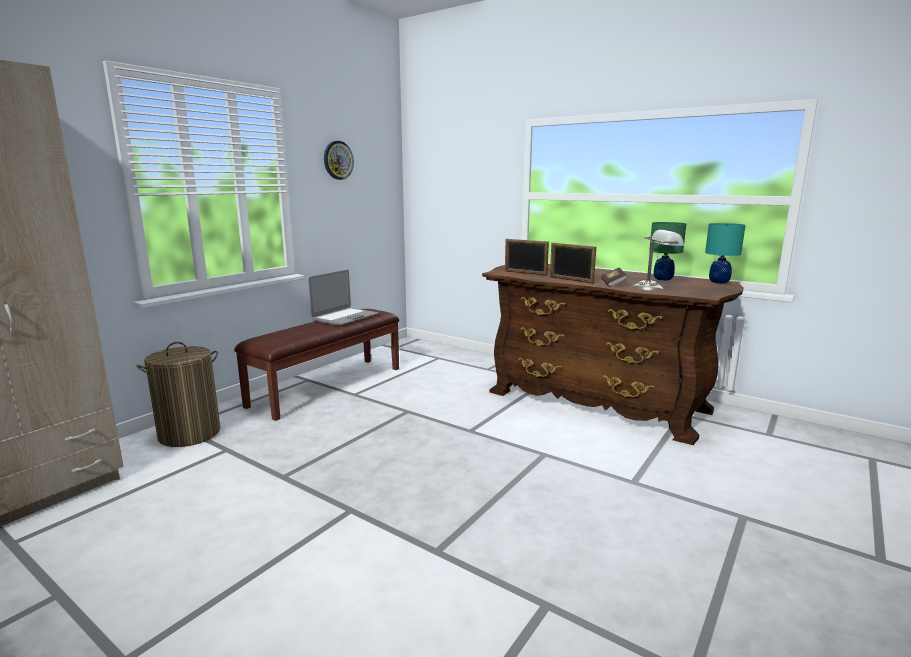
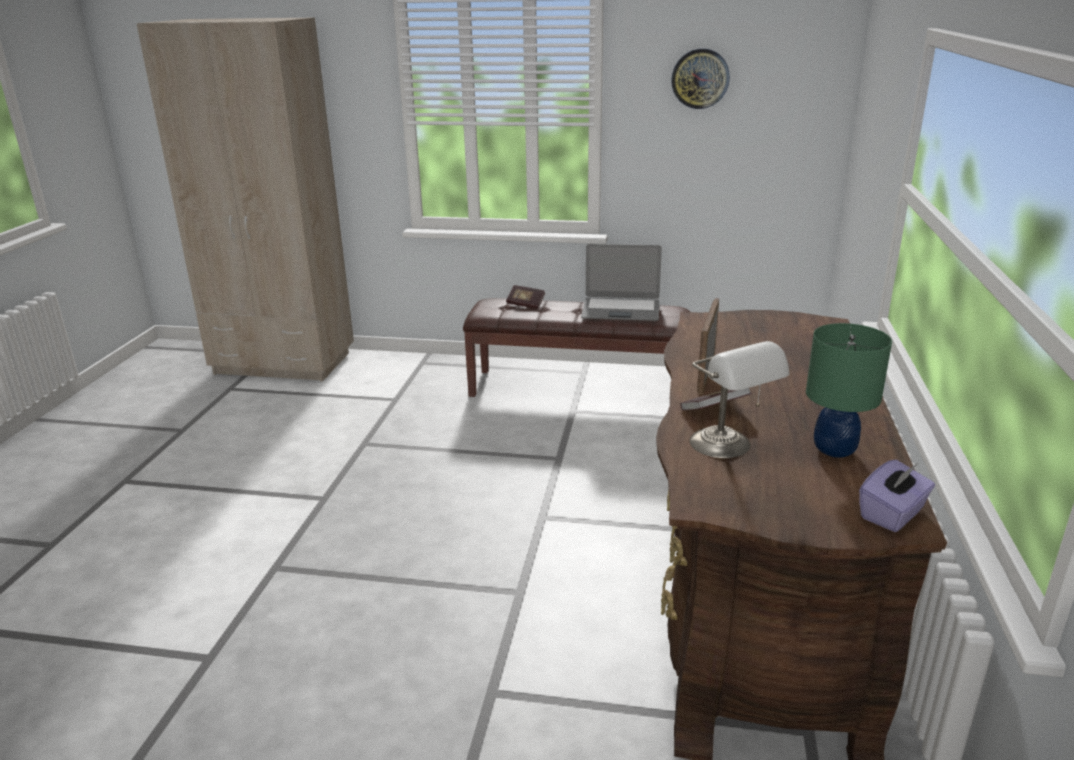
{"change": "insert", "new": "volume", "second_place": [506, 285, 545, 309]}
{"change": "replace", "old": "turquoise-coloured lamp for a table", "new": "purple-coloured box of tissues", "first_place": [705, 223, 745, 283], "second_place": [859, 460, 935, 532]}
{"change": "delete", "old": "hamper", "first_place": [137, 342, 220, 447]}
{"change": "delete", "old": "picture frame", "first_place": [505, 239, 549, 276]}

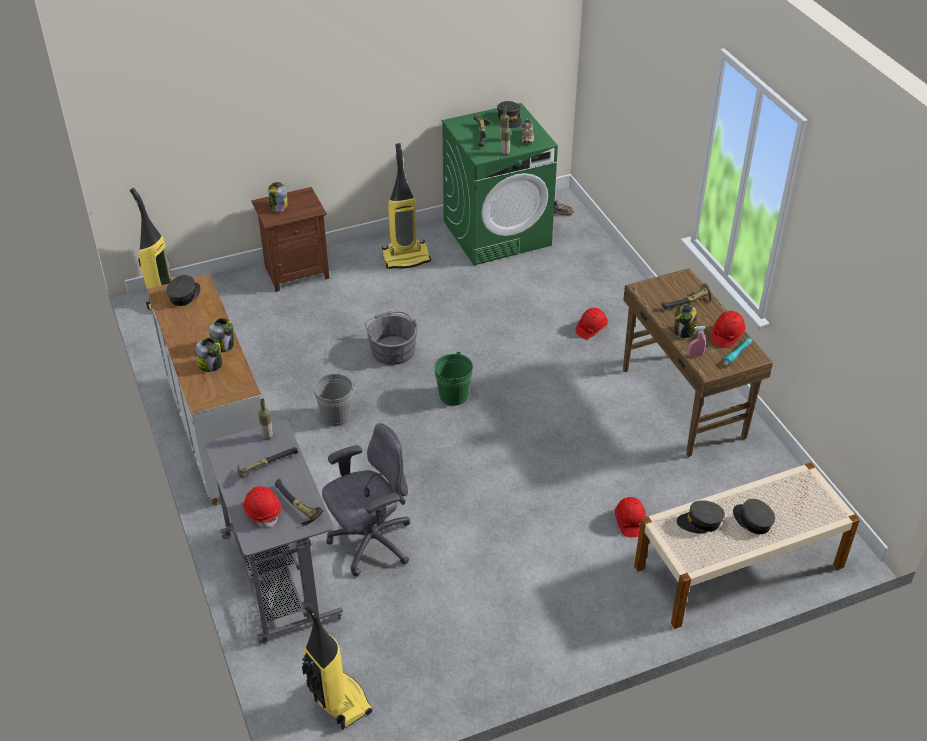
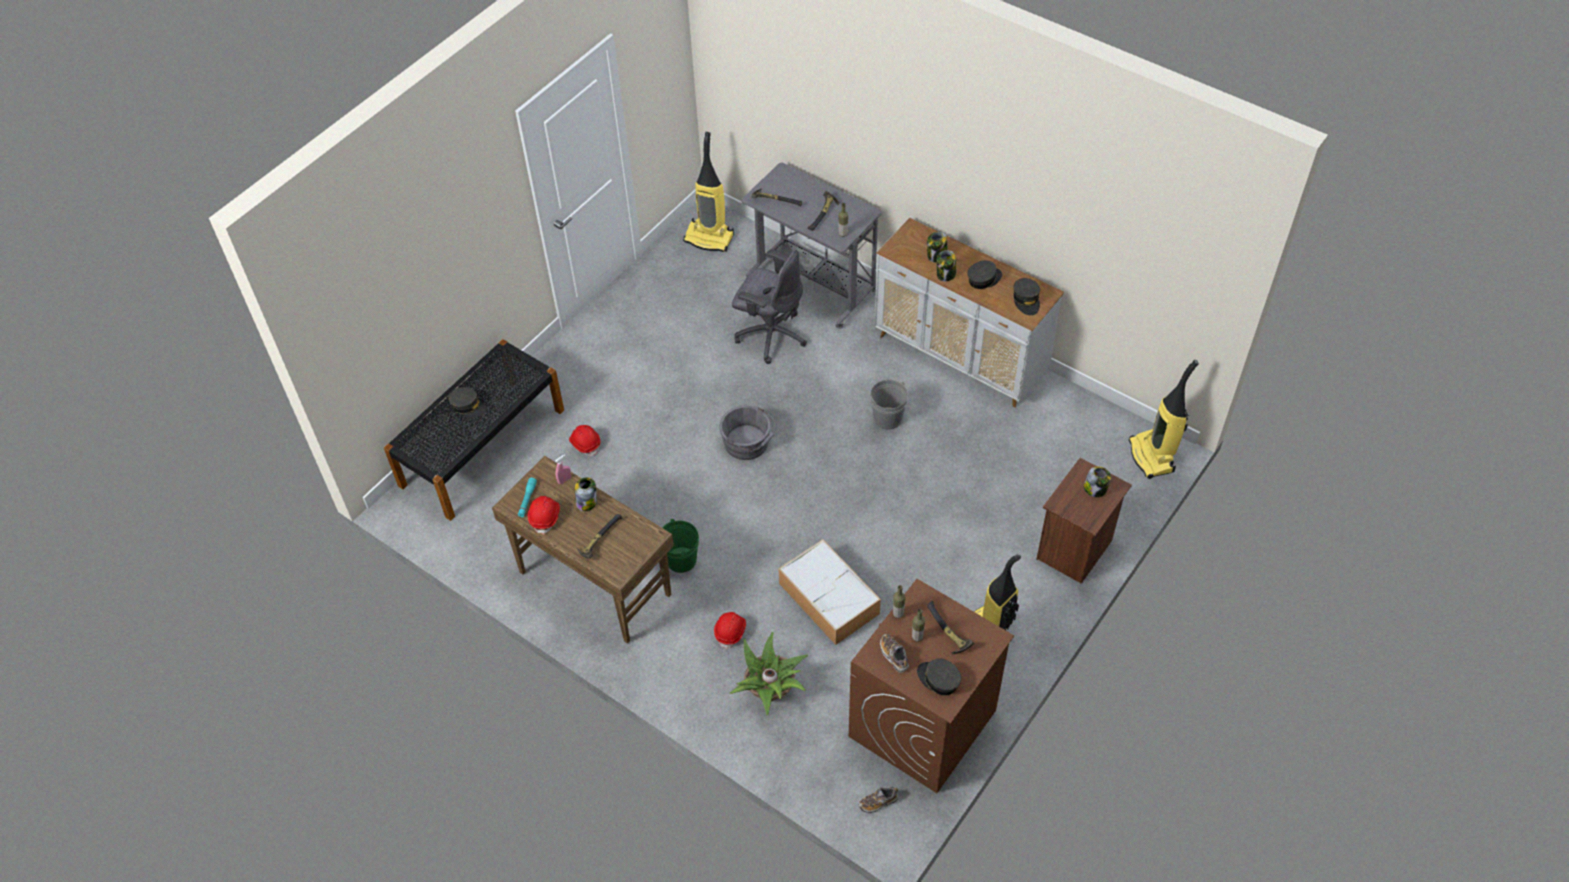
{"change": "recolor", "old": "sand-coloured indoor bench", "new": "blackish indoor bench", "first_place": [634, 462, 860, 629], "second_place": [384, 339, 564, 521]}
{"change": "move", "old": "green bucket", "first_place": [434, 352, 473, 406], "second_place": [662, 519, 699, 573]}
{"change": "move", "old": "gray bucket", "first_place": [365, 311, 417, 365], "second_place": [719, 405, 777, 460]}
{"change": "insert", "new": "plant in a pot", "second_place": [729, 632, 808, 715]}
{"change": "rotate", "old": "gray computer chair", "first_place": [322, 423, 410, 577], "second_place": [732, 249, 807, 364], "degrees": -90}
{"change": "insert", "new": "storage bin", "second_place": [779, 539, 881, 645]}
{"change": "recolor", "old": "green laundry machine", "new": "brown-coloured laundry machine", "first_place": [441, 103, 558, 265], "second_place": [849, 579, 1014, 793]}
{"change": "move", "old": "gray cap", "first_place": [677, 500, 725, 533], "second_place": [967, 260, 1002, 289]}
{"change": "delete", "old": "red safety helmet", "first_place": [243, 486, 281, 527]}

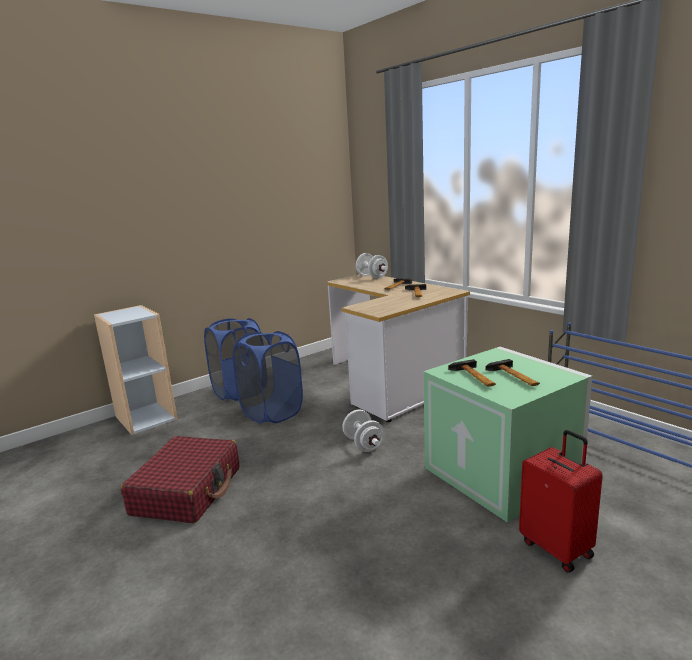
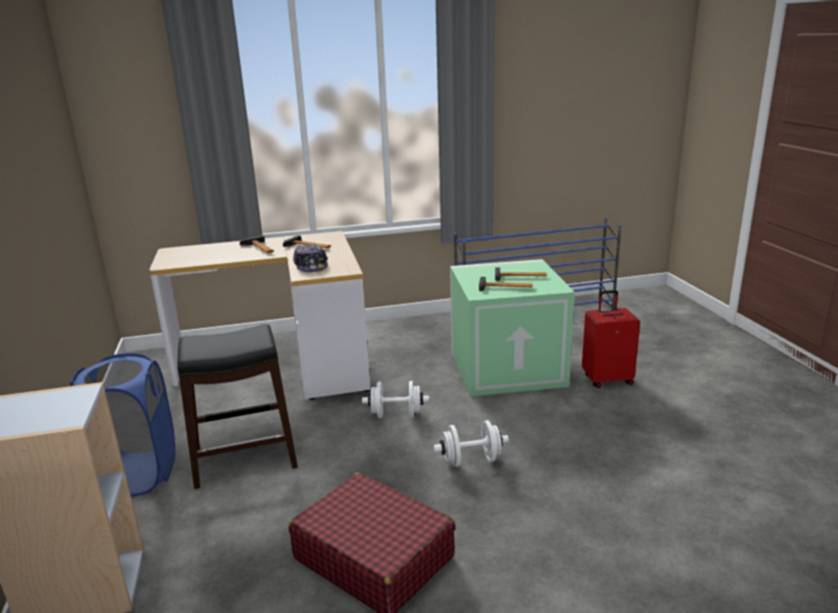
{"change": "replace", "old": "bluish hamper", "new": "blackish stool seat", "first_place": [233, 331, 303, 424], "second_place": [177, 324, 298, 489]}
{"change": "insert", "new": "cap", "second_place": [293, 244, 328, 272]}
{"change": "move", "old": "white-coloured dumbbell", "first_place": [356, 253, 388, 279], "second_place": [434, 420, 509, 467]}

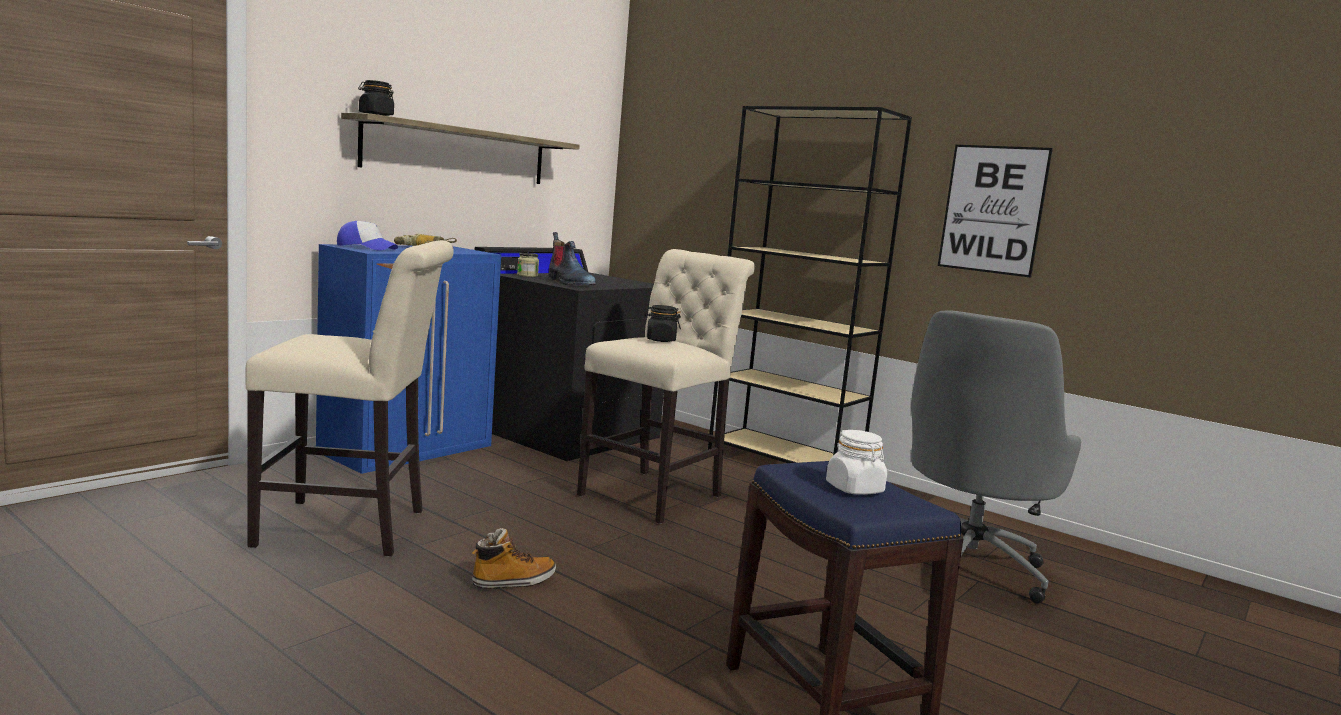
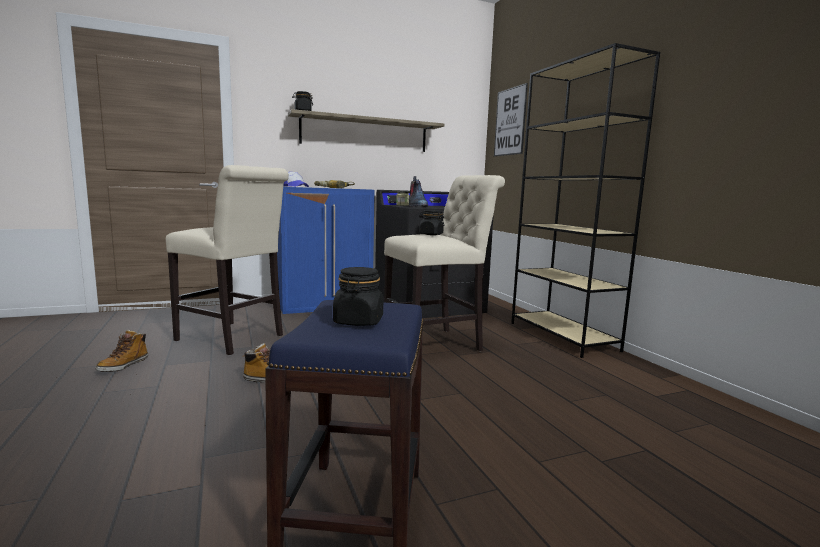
{"change": "insert", "new": "high-top boot", "second_place": [95, 329, 149, 372]}
{"change": "recolor", "old": "white-coloured preserve jar", "new": "blackish preserve jar", "first_place": [826, 430, 887, 495], "second_place": [333, 267, 383, 326]}
{"change": "move", "old": "wall art", "first_place": [938, 145, 1053, 277], "second_place": [494, 83, 528, 156]}
{"change": "delete", "old": "gray computer chair", "first_place": [911, 310, 1081, 604]}

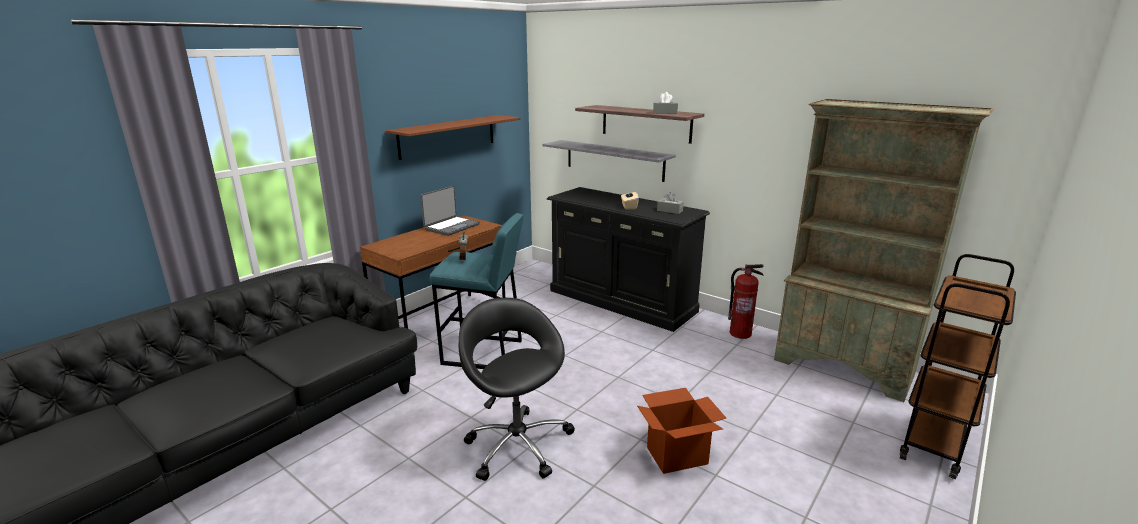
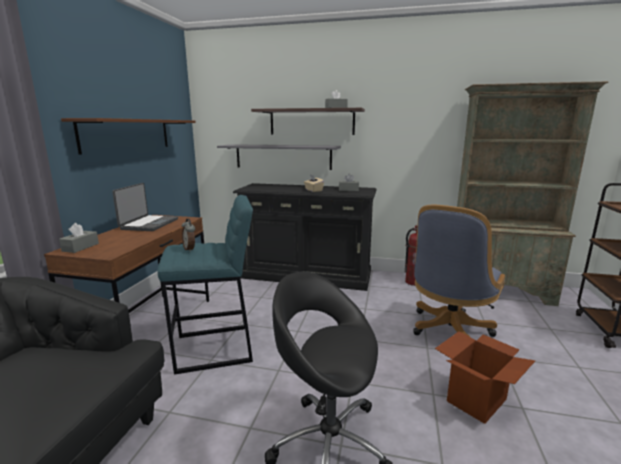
{"change": "insert", "new": "gray box of tissues", "second_place": [59, 223, 99, 253]}
{"change": "insert", "new": "bluish computer chair", "second_place": [413, 205, 505, 337]}

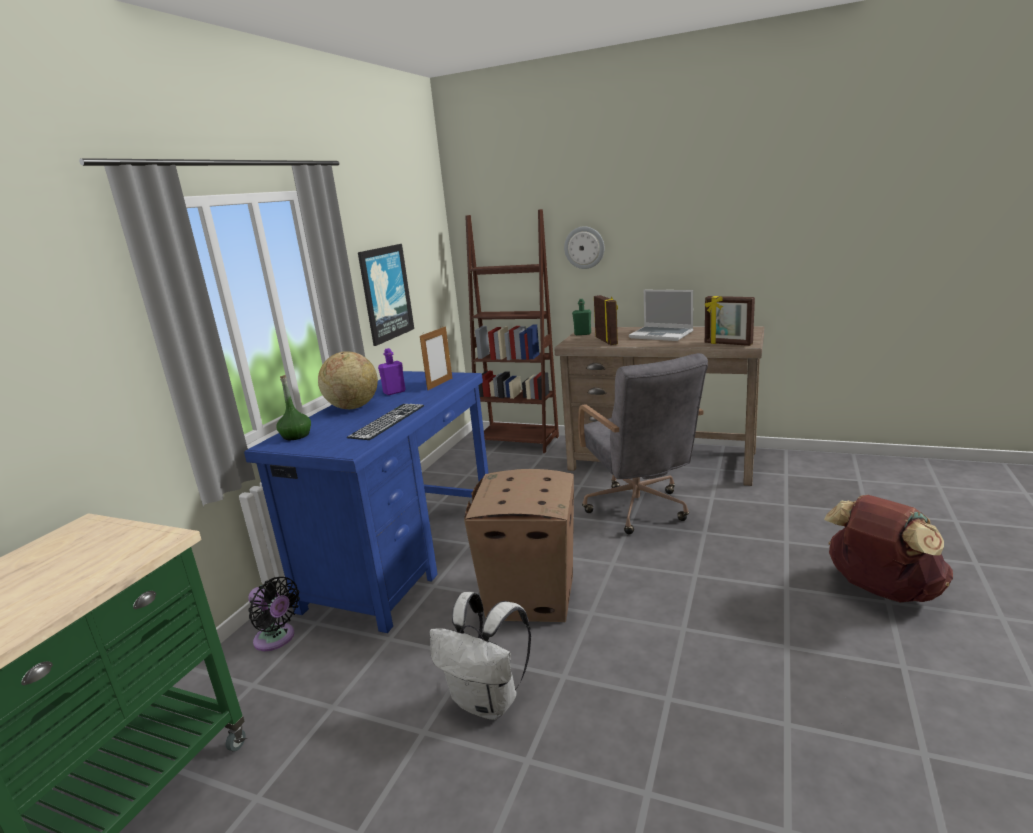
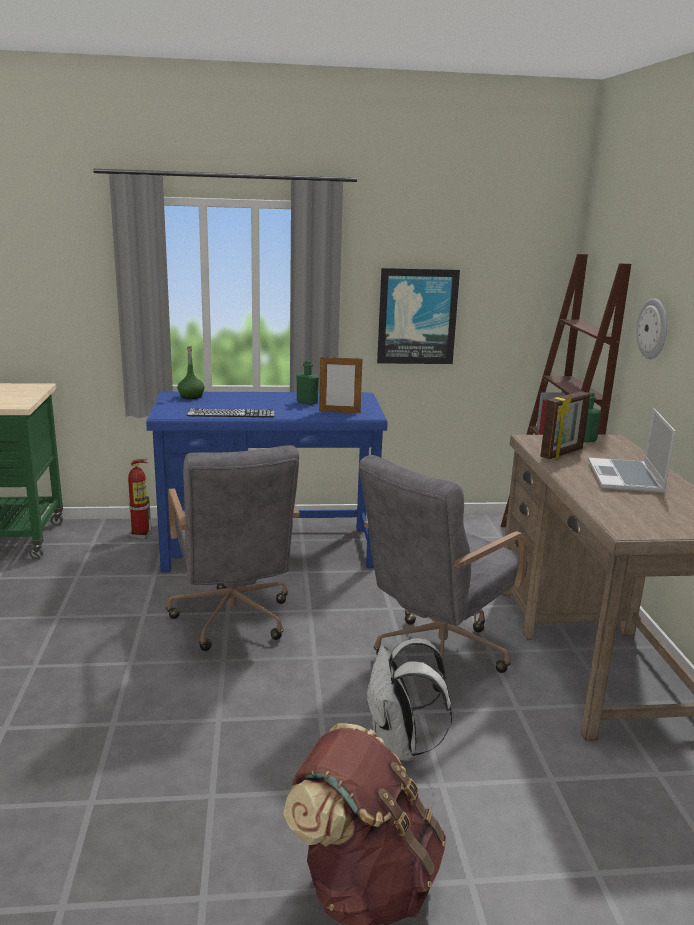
{"change": "replace", "old": "blackish electric fan", "new": "extinguisher", "first_place": [248, 577, 300, 651], "second_place": [128, 458, 152, 539]}
{"change": "replace", "old": "cardboard box", "new": "gray computer chair", "first_place": [464, 469, 574, 622], "second_place": [166, 445, 300, 651]}
{"change": "recolor", "old": "purple-coloured beverage bottle", "new": "green beverage bottle", "first_place": [378, 348, 406, 395], "second_place": [296, 360, 319, 405]}
{"change": "move", "old": "white-coloured rucksack", "first_place": [429, 592, 531, 720], "second_place": [365, 638, 453, 761]}
{"change": "delete", "old": "globe", "first_place": [318, 351, 378, 409]}
{"change": "delete", "old": "picture frame", "first_place": [705, 296, 755, 346]}

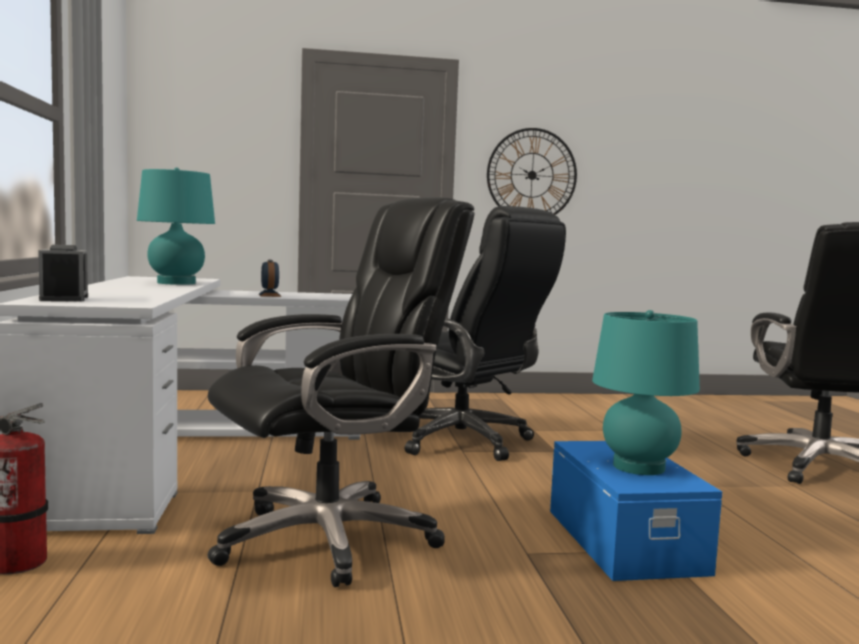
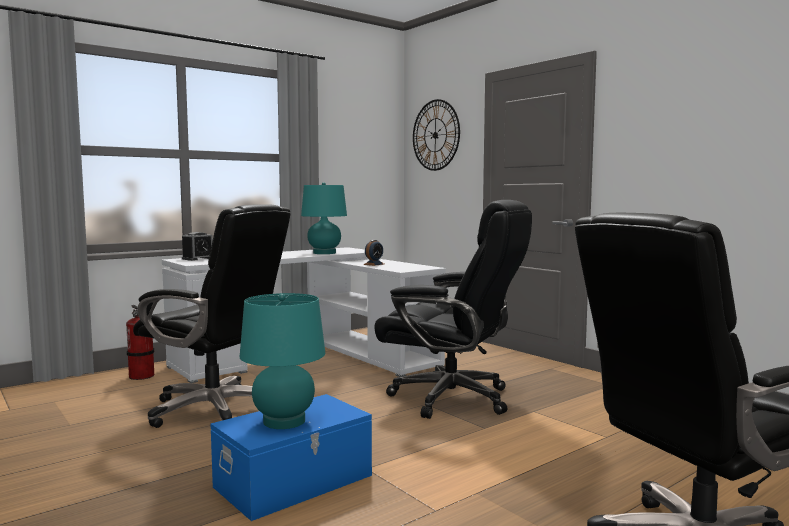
{"change": "rotate", "old": "blackish computer chair", "first_place": [405, 206, 566, 461], "second_place": [374, 200, 532, 419], "degrees": -75}
{"change": "move", "old": "clock on the wall", "first_place": [487, 128, 577, 215], "second_place": [413, 99, 460, 171]}

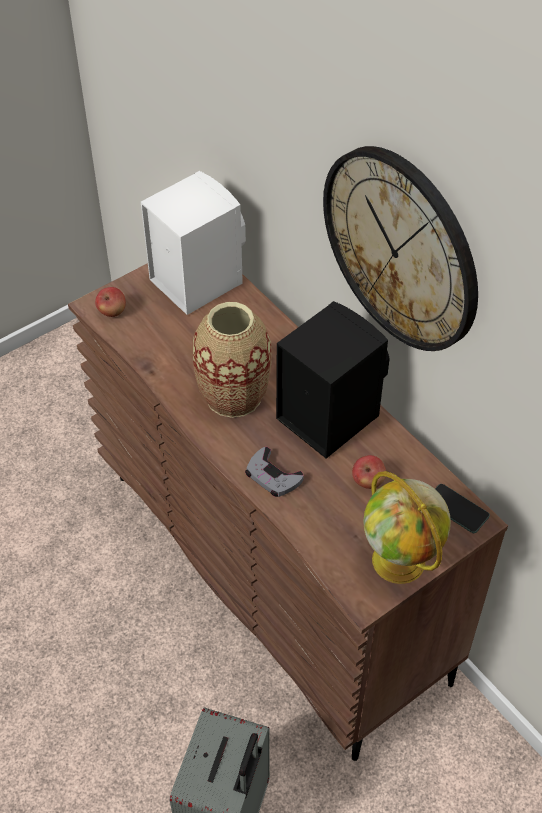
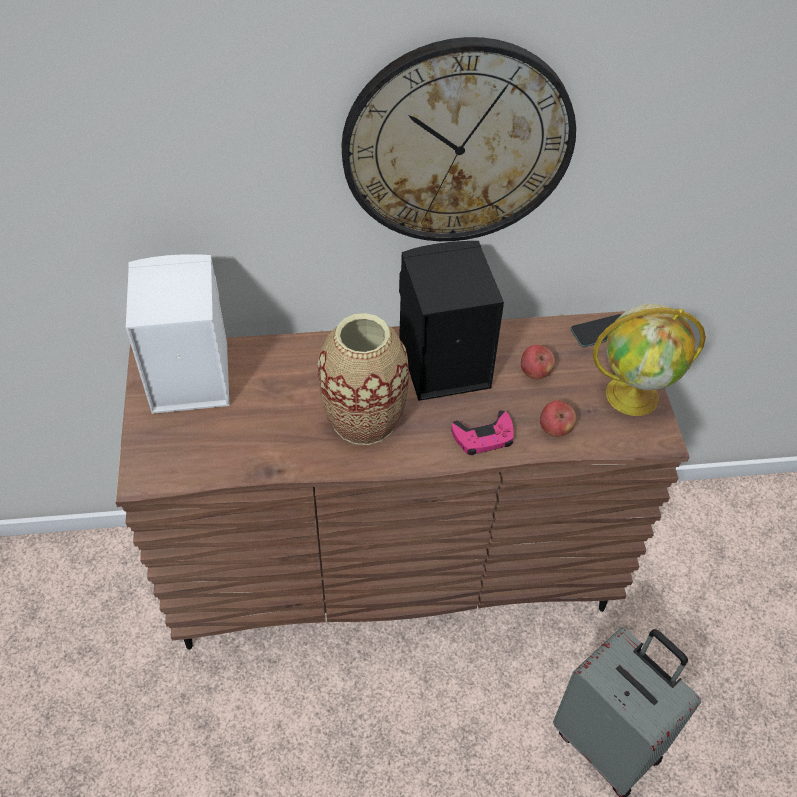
{"change": "recolor", "old": "gray game controller", "new": "pinkish game controller", "first_place": [245, 447, 304, 497], "second_place": [452, 410, 514, 455]}
{"change": "move", "old": "apple", "first_place": [95, 287, 126, 317], "second_place": [540, 401, 576, 437]}

